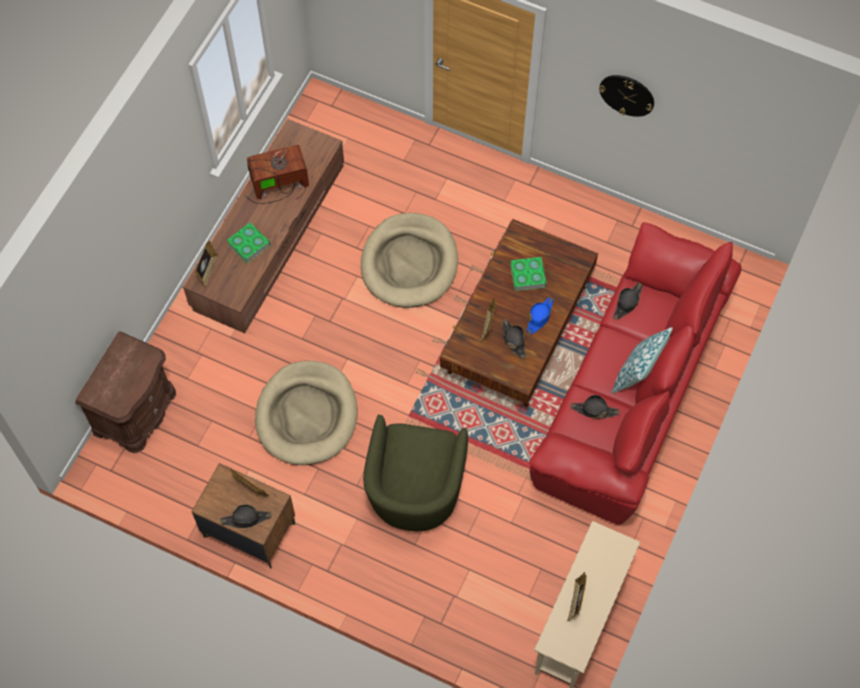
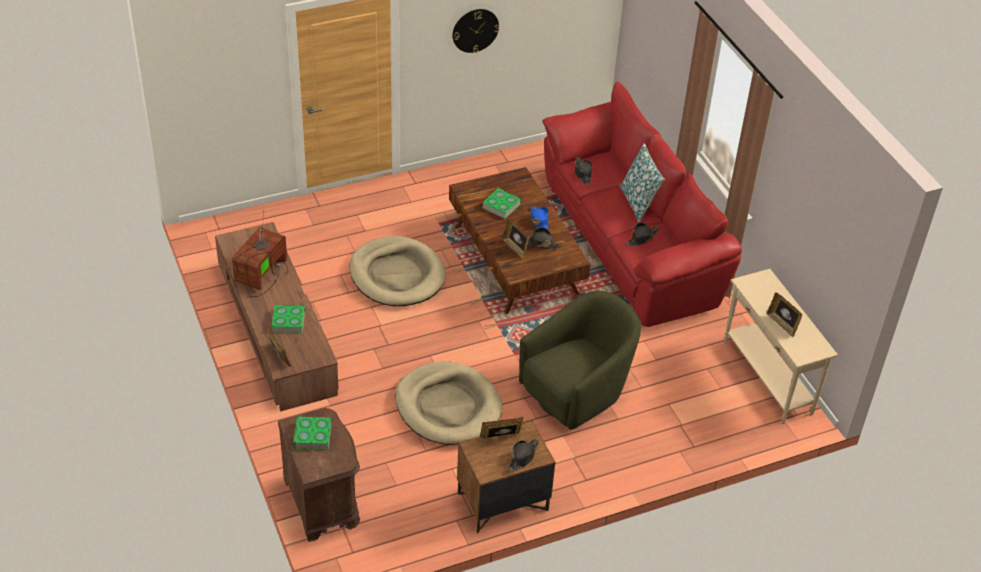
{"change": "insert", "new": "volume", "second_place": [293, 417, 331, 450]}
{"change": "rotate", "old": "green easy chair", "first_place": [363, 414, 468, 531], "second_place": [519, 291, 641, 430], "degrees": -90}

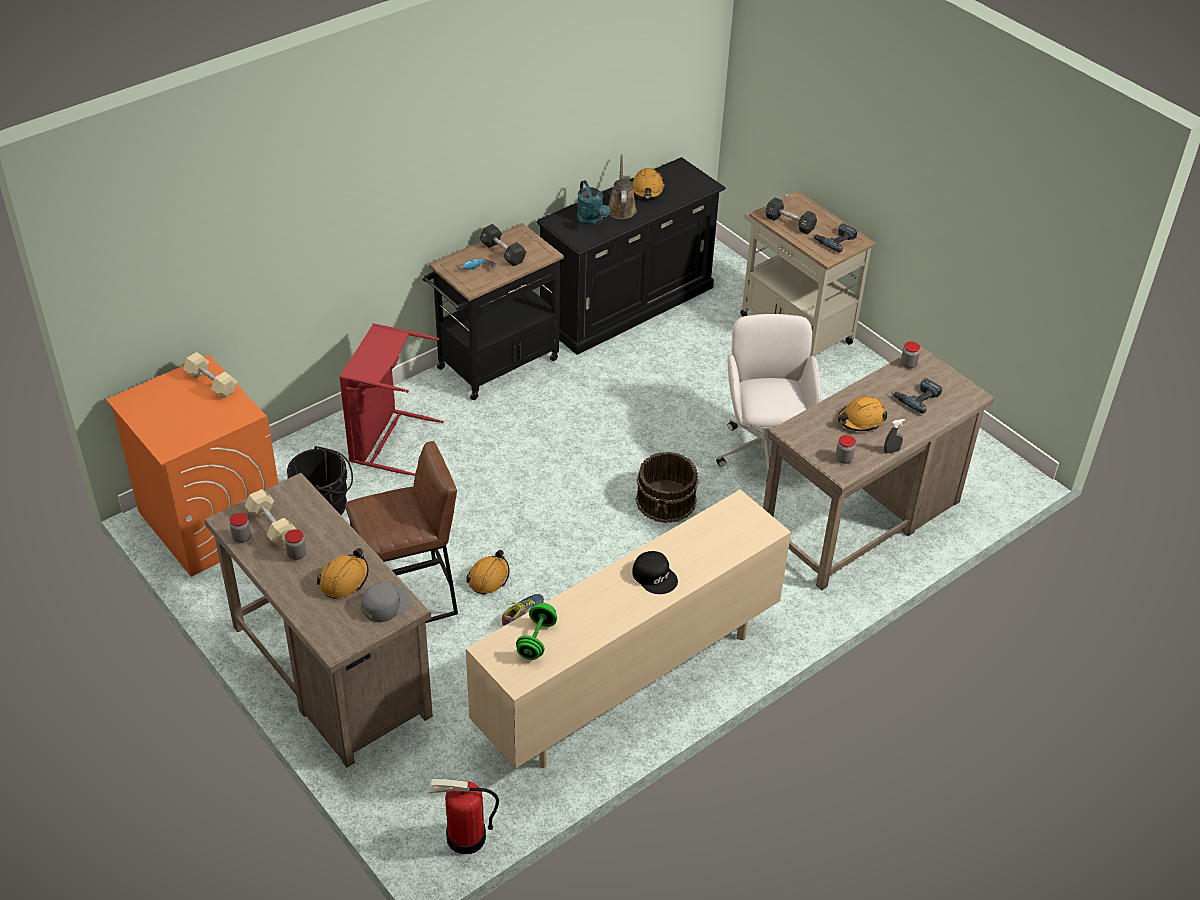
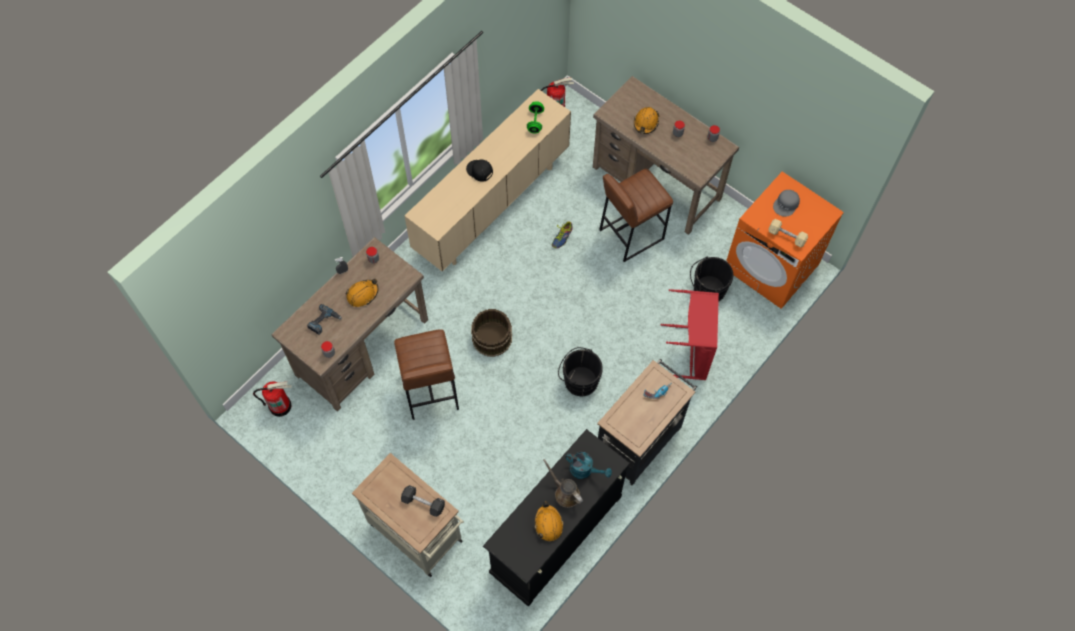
{"change": "insert", "new": "extinguisher", "second_place": [253, 381, 292, 417]}
{"change": "replace", "old": "white-coloured computer chair", "new": "brown-coloured stool seat", "first_place": [716, 314, 821, 483], "second_place": [394, 329, 459, 420]}
{"change": "rotate", "old": "brown-coloured watering can", "first_place": [608, 154, 637, 219], "second_place": [543, 459, 583, 508], "degrees": 150}
{"change": "insert", "new": "blackish bucket", "second_place": [558, 347, 603, 397]}
{"change": "rotate", "old": "turquoise-coloured watering can", "first_place": [577, 180, 610, 226], "second_place": [565, 452, 612, 479], "degrees": 150}
{"change": "move", "old": "gray cap", "first_place": [361, 583, 411, 622], "second_place": [773, 190, 800, 217]}
{"change": "delete", "old": "sand-coloured dumbbell", "first_place": [245, 489, 296, 546]}
{"change": "delete", "old": "orange-coloured safety helmet", "first_place": [466, 550, 510, 595]}
{"change": "delete", "old": "blackish dumbbell", "first_place": [479, 224, 527, 267]}
{"change": "delete", "old": "power drill", "first_place": [813, 223, 857, 252]}

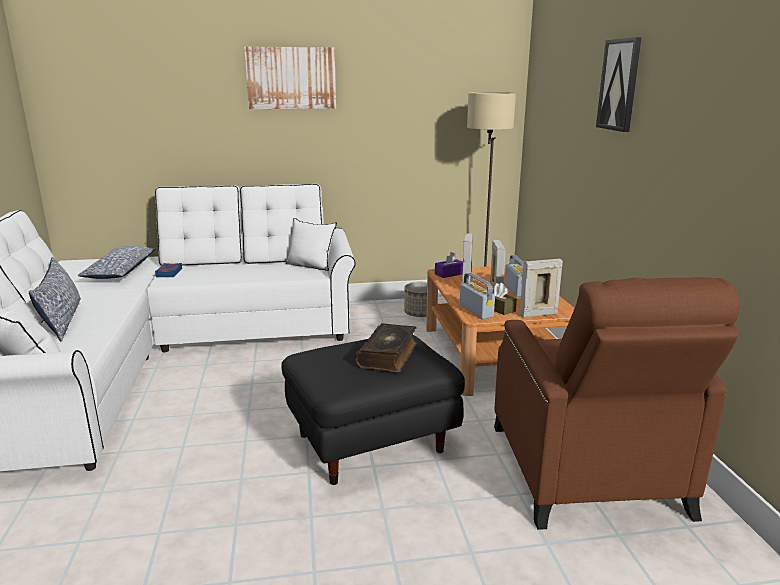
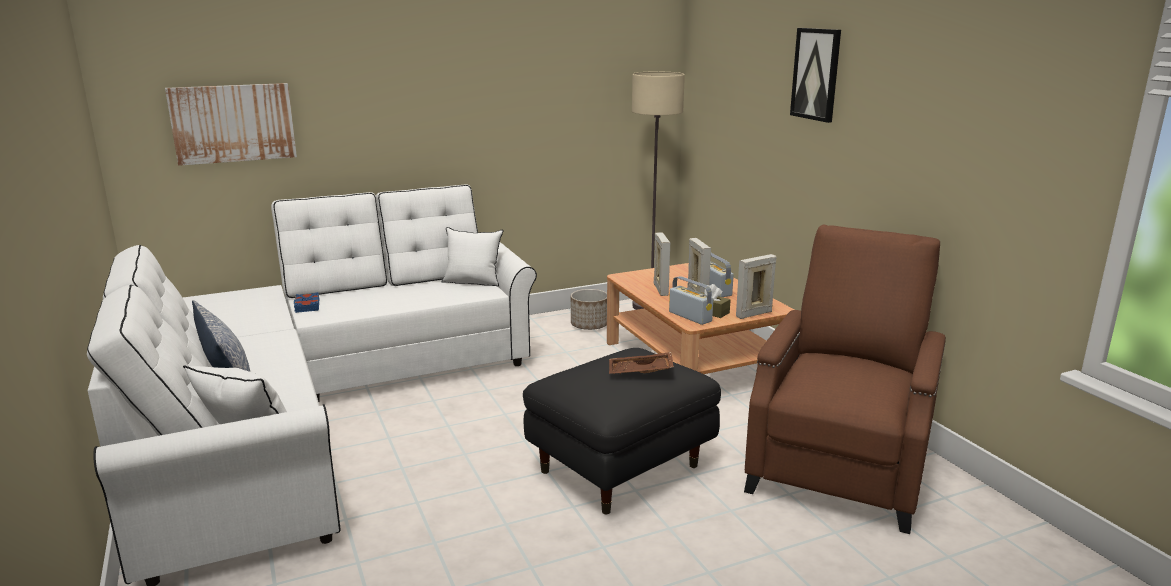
{"change": "move", "old": "wall art", "first_place": [244, 47, 336, 109], "second_place": [165, 83, 297, 166]}
{"change": "replace", "old": "volume", "new": "brown-coloured serving tray", "first_place": [355, 323, 417, 372], "second_place": [609, 352, 674, 374]}
{"change": "rotate", "old": "brown-coloured easy chair", "first_place": [494, 277, 740, 530], "second_place": [744, 224, 946, 534], "degrees": -135}
{"change": "delete", "old": "cushion", "first_place": [78, 246, 156, 279]}
{"change": "delete", "old": "purple-coloured box of tissues", "first_place": [435, 252, 463, 278]}

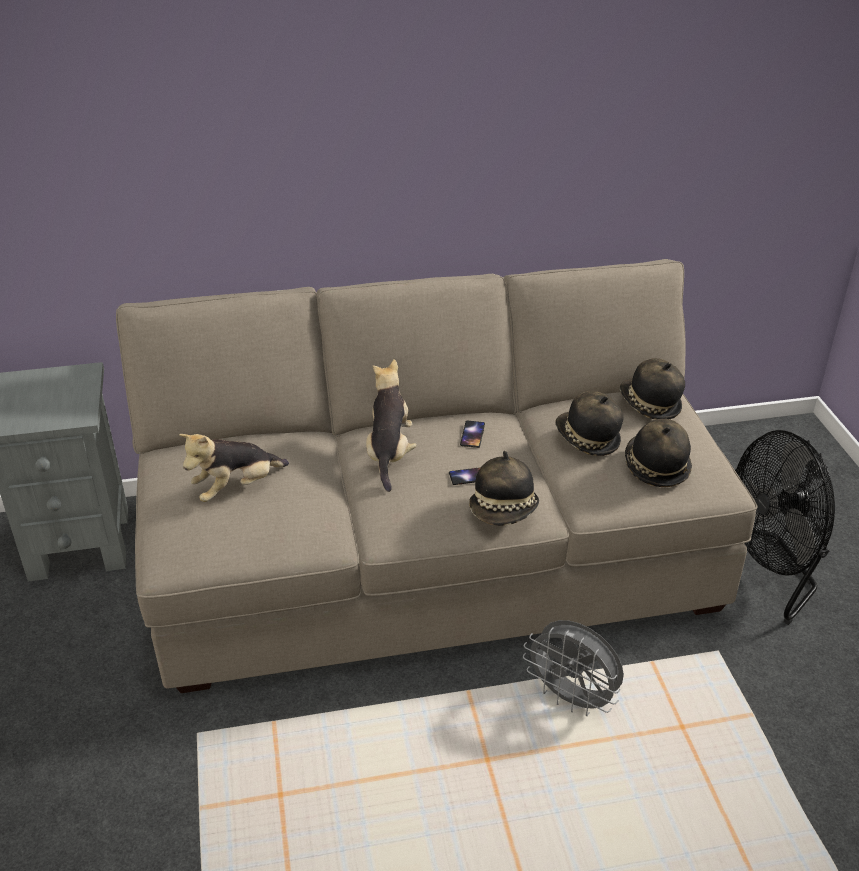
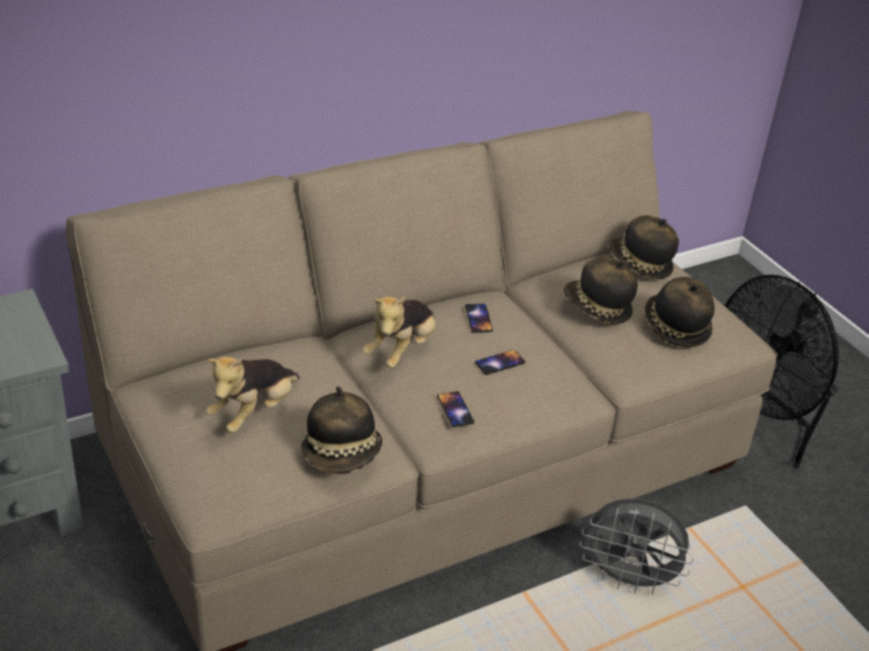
{"change": "move", "old": "clothing hat", "first_place": [469, 451, 539, 526], "second_place": [301, 386, 383, 474]}
{"change": "rotate", "old": "soft toy", "first_place": [366, 359, 417, 492], "second_place": [362, 297, 436, 369], "degrees": -135}
{"change": "insert", "new": "phone", "second_place": [437, 391, 475, 427]}

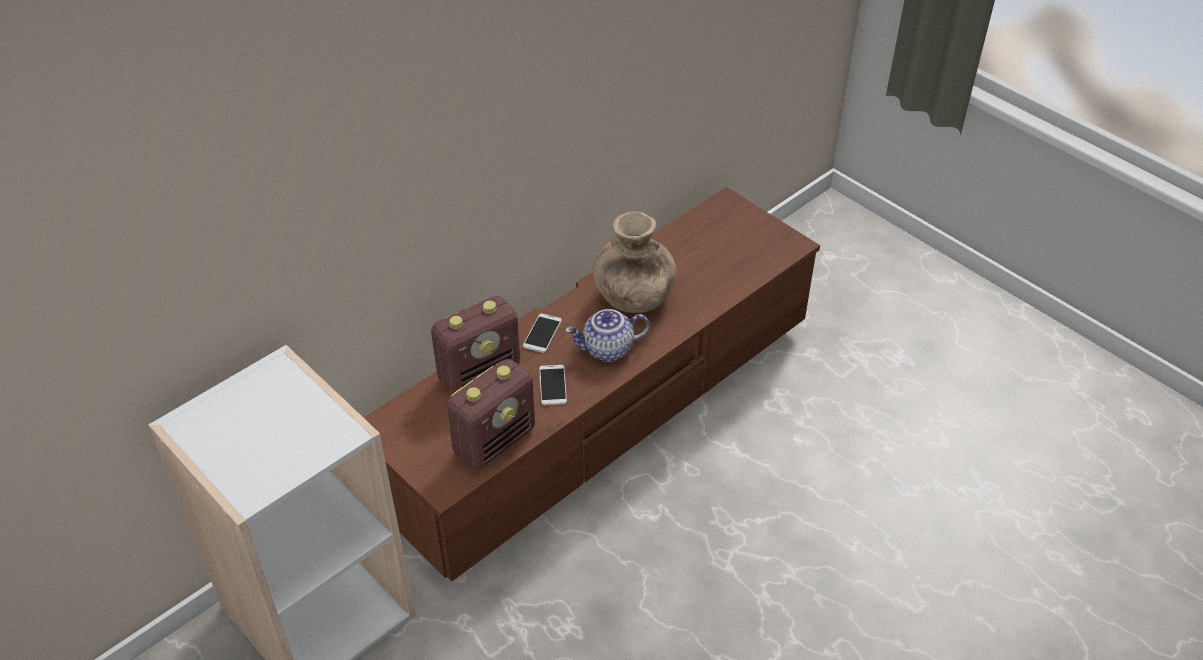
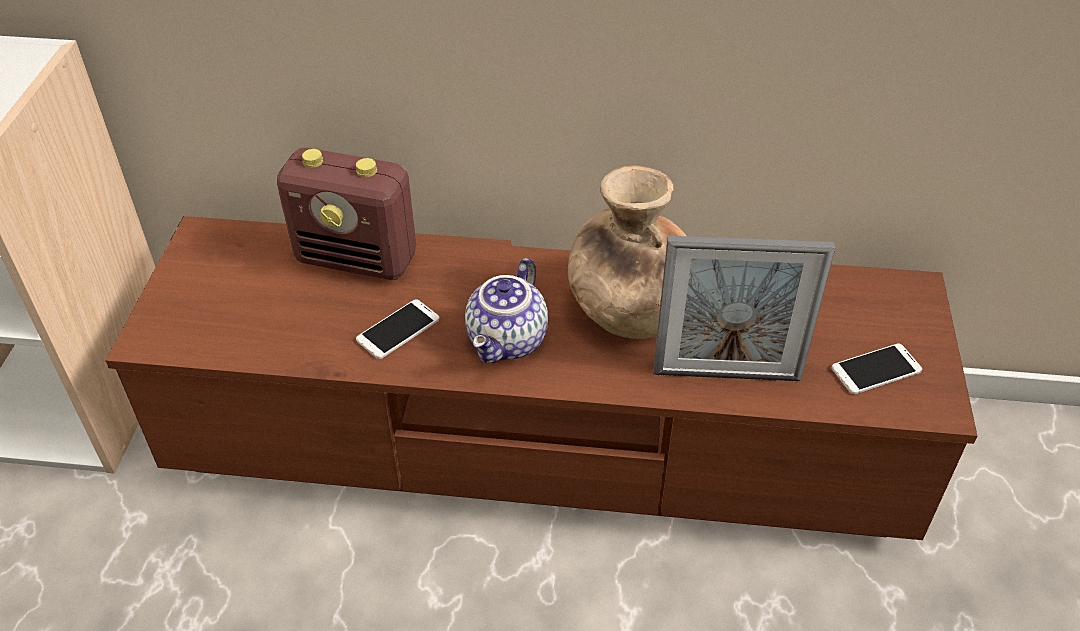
{"change": "rotate", "old": "pot for tea", "first_place": [565, 309, 650, 362], "second_place": [465, 258, 548, 363], "degrees": -105}
{"change": "insert", "new": "picture frame", "second_place": [653, 236, 835, 382]}
{"change": "move", "old": "phone", "first_place": [523, 314, 562, 353], "second_place": [832, 344, 922, 394]}
{"change": "delete", "old": "radio set", "first_place": [447, 359, 535, 469]}

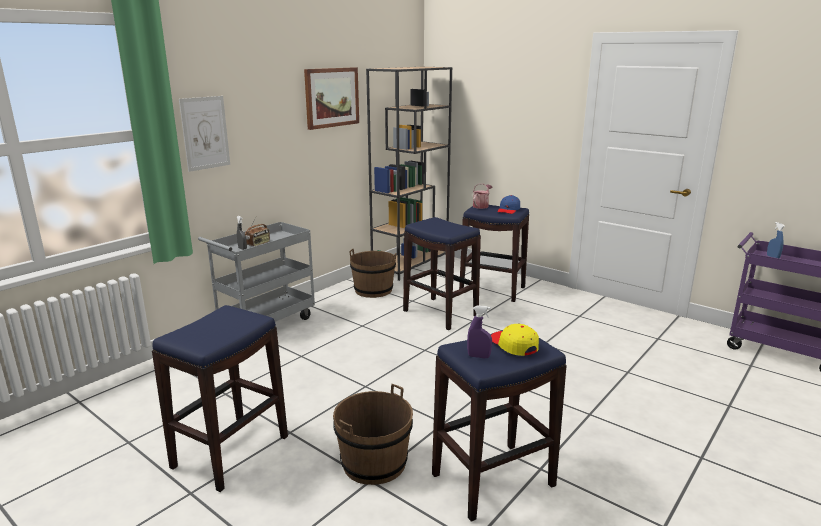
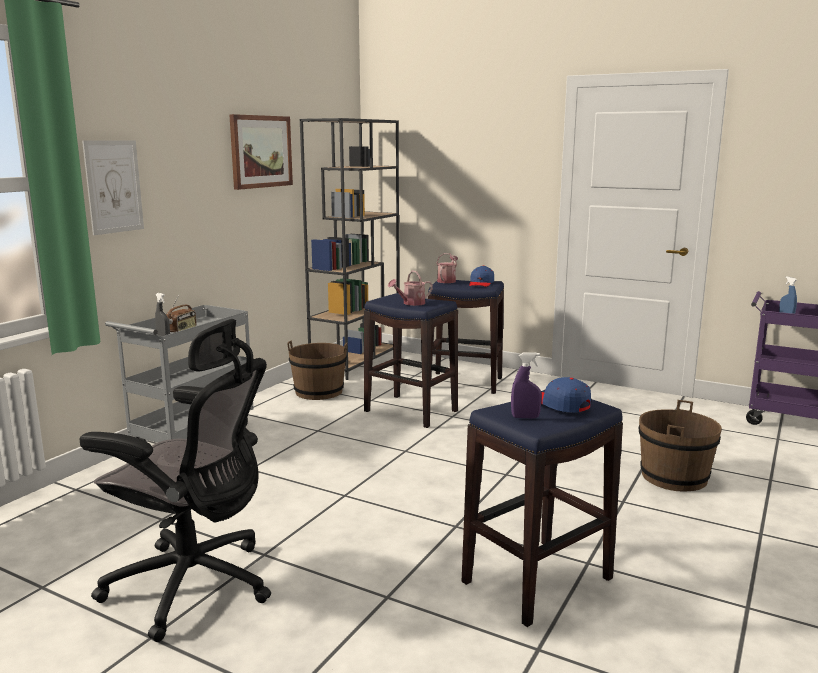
{"change": "replace", "old": "stool seat", "new": "computer chair", "first_place": [152, 305, 288, 492], "second_place": [80, 319, 271, 642]}
{"change": "insert", "new": "watering can", "second_place": [388, 271, 433, 306]}
{"change": "recolor", "old": "yellowish cap", "new": "bluish cap", "first_place": [491, 324, 539, 356], "second_place": [541, 377, 591, 412]}
{"change": "move", "old": "brown-coloured bucket", "first_place": [333, 384, 413, 485], "second_place": [639, 400, 722, 492]}

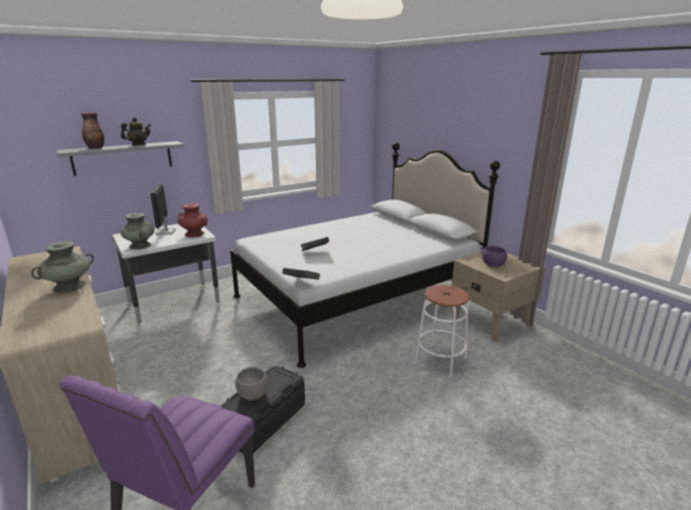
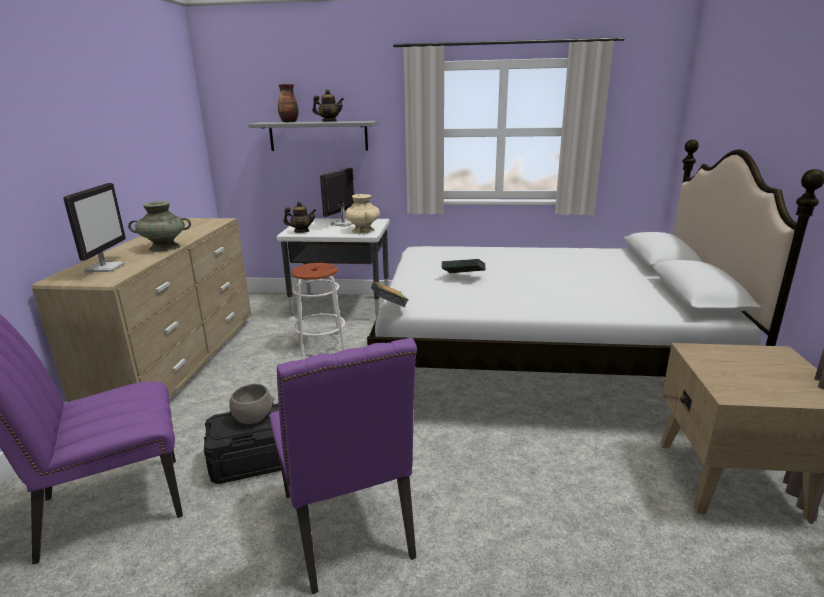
{"change": "insert", "new": "computer screen", "second_place": [63, 183, 126, 272]}
{"change": "insert", "new": "purple-coloured plain chair", "second_place": [269, 338, 417, 594]}
{"change": "replace", "old": "turquoise-coloured decorative vase", "new": "pot for tea", "first_place": [121, 213, 155, 249], "second_place": [283, 201, 317, 233]}
{"change": "move", "old": "white-coloured stool seat", "first_place": [414, 285, 469, 378], "second_place": [291, 263, 345, 357]}
{"change": "recolor", "old": "red decorative vase", "new": "sand-coloured decorative vase", "first_place": [178, 204, 208, 237], "second_place": [345, 194, 380, 234]}
{"change": "delete", "old": "purple-coloured serving bowl", "first_place": [481, 246, 507, 267]}

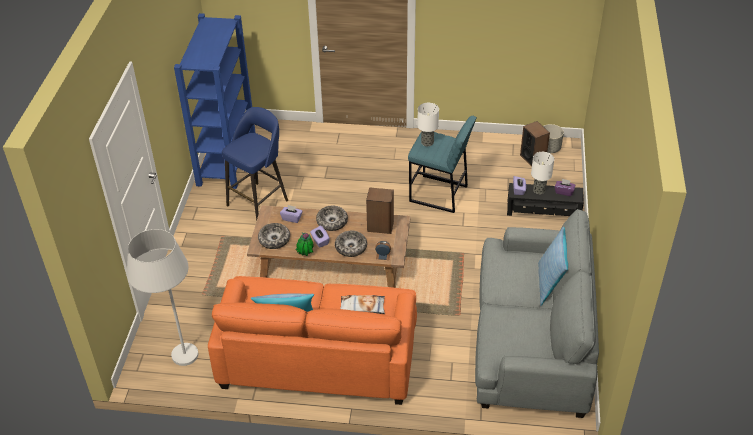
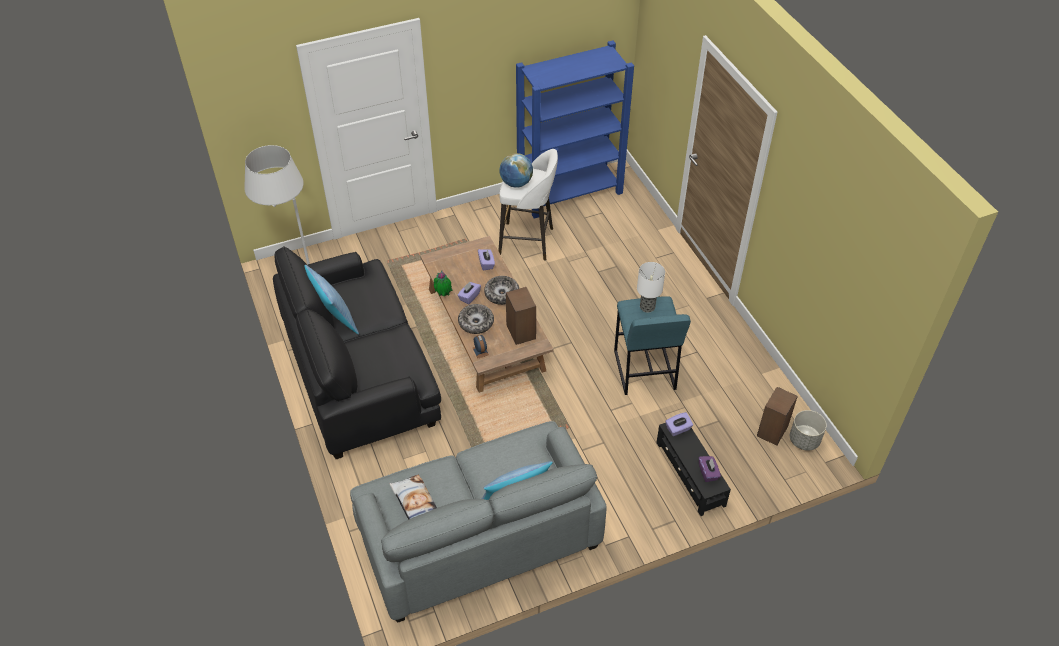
{"change": "recolor", "old": "orange-coloured sofa", "new": "blackish sofa", "first_place": [208, 276, 417, 405], "second_place": [273, 247, 441, 459]}
{"change": "move", "old": "cushion", "first_place": [340, 295, 385, 314], "second_place": [390, 475, 437, 520]}
{"change": "recolor", "old": "bluish stool seat", "new": "white-coloured stool seat", "first_place": [222, 107, 288, 221], "second_place": [498, 149, 558, 261]}
{"change": "insert", "new": "globe", "second_place": [499, 153, 533, 188]}
{"change": "delete", "old": "serving bowl", "first_place": [258, 223, 290, 249]}
{"change": "delete", "old": "lamp for a table", "first_place": [531, 152, 554, 194]}

